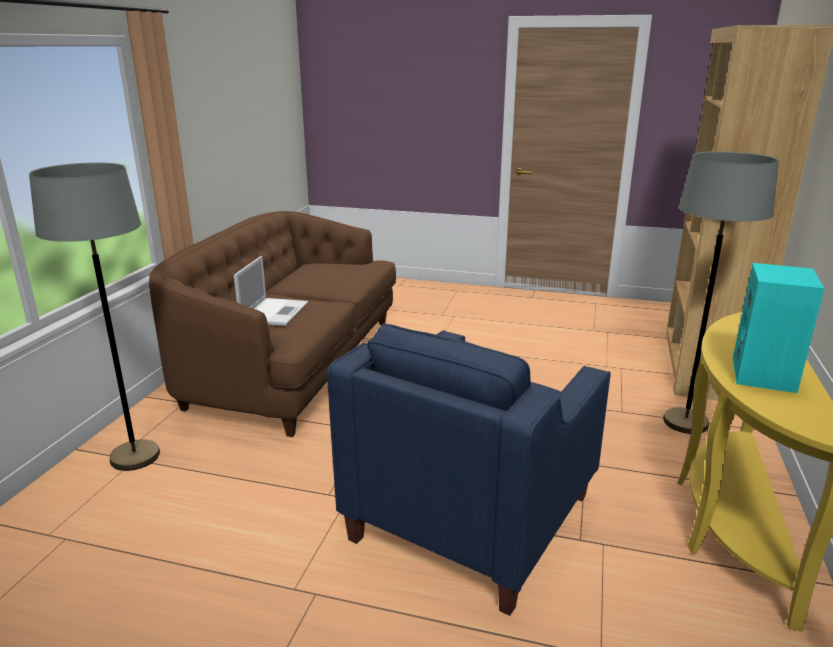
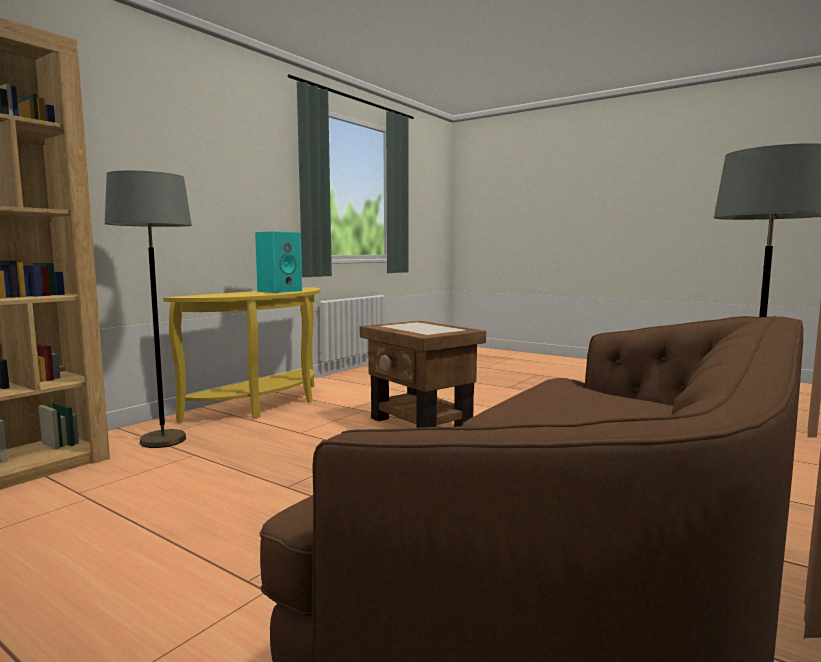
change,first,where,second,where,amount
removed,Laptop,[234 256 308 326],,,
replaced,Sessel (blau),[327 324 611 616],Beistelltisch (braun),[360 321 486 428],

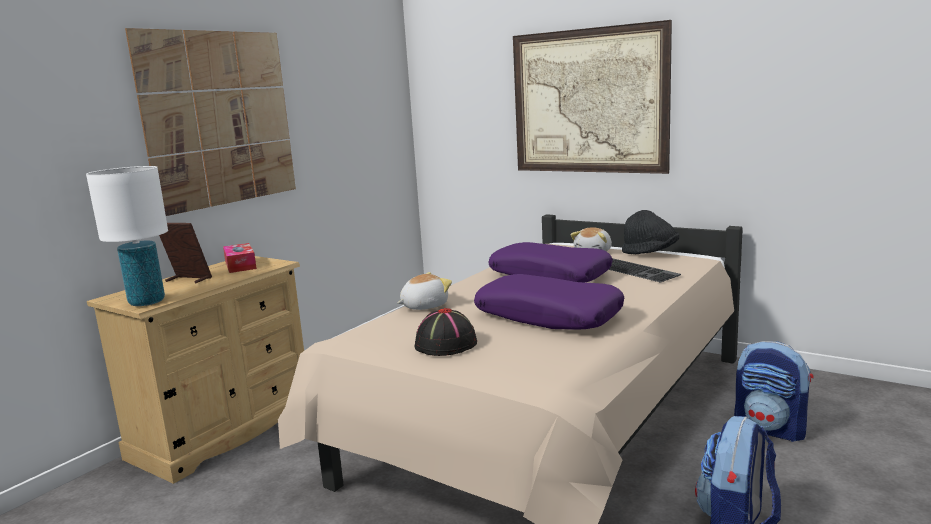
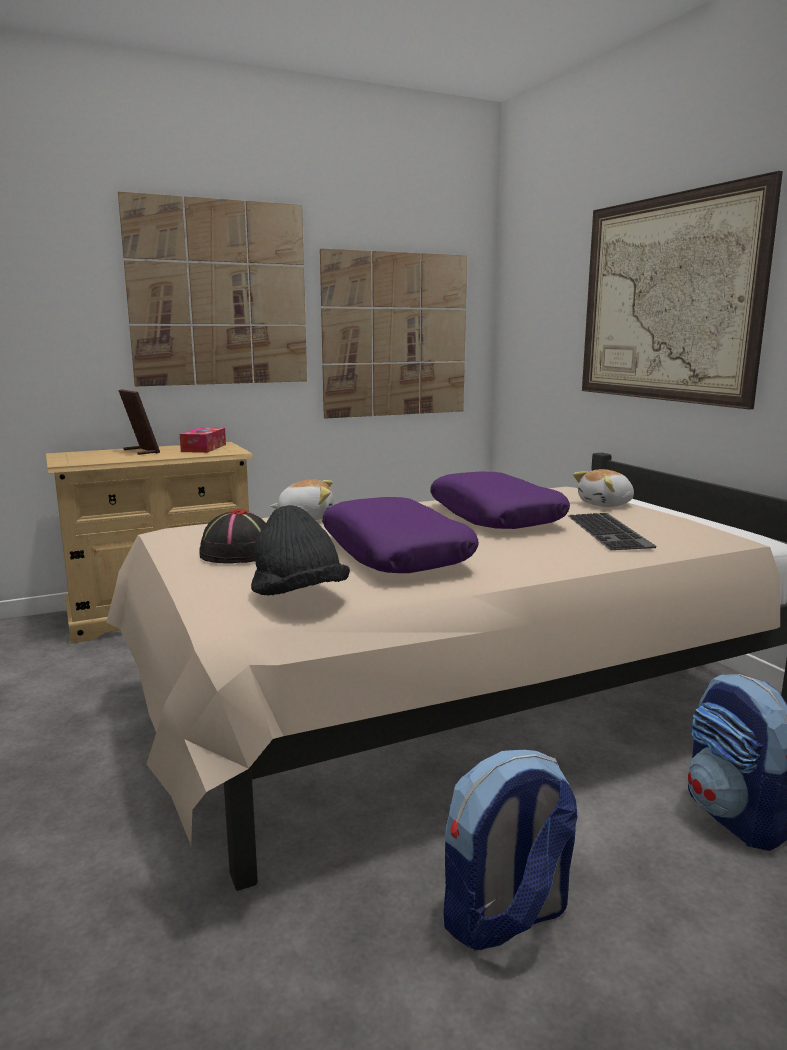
change,first,where,second,where,amount
removed,Tischlampe (weiß),[86 166 168 306],,,
added,,,Bild,[320 249 467 419],
moved,Hut (schwarz),[622 210 679 254],,[251 505 350 596],

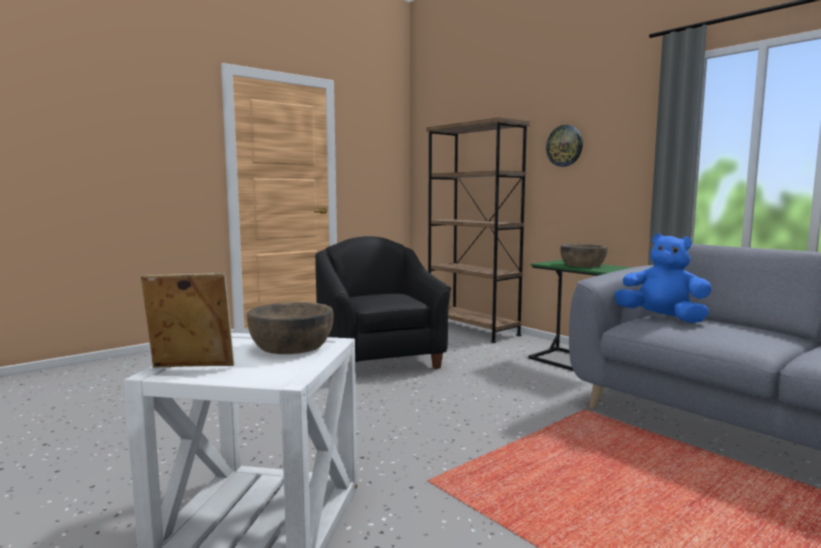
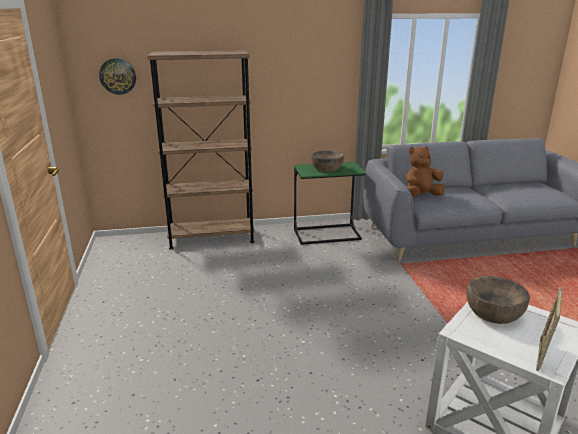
change,first,where,second,where,amount
removed,Sessel (schwarz),[315 236 451 369],,,
moved,Wanduhr,[546 125 583 167],,[99 58 136 95],
recoloured,Plüschtier (blau),[615 233 712 323],Plüschtier (braun),[406 146 444 197],

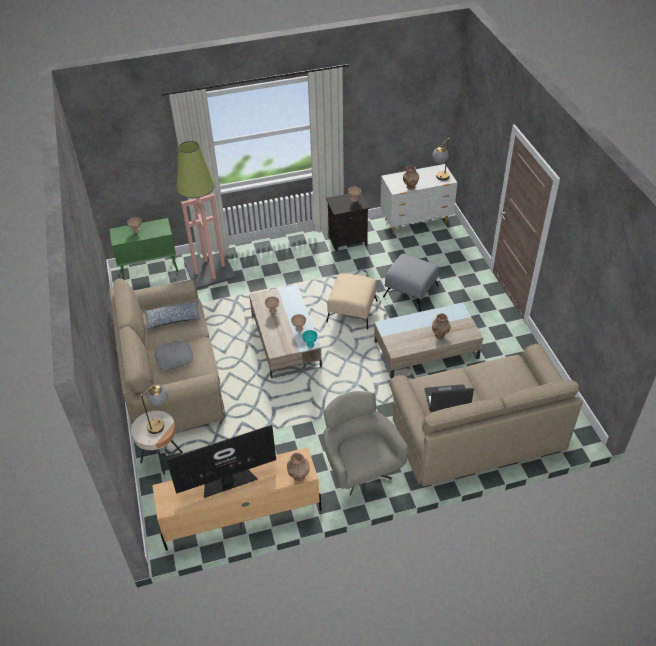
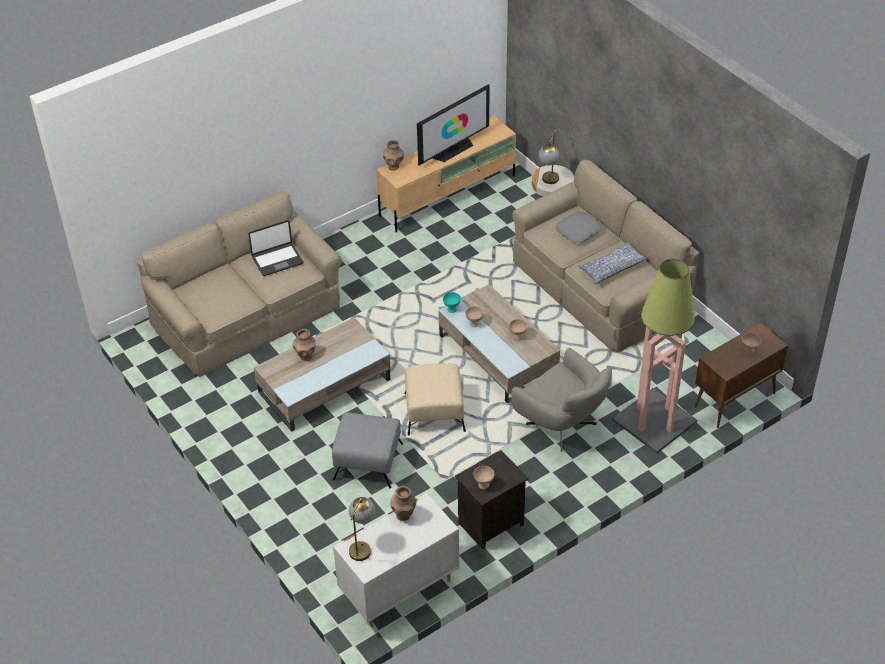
change,first,where,second,where,amount
moved,Sessel (grau),[323 391 409 496],,[511 348 612 452],
recoloured,Schrank (grün),[109 218 179 279],Schrank (braun),[694 323 788 428],

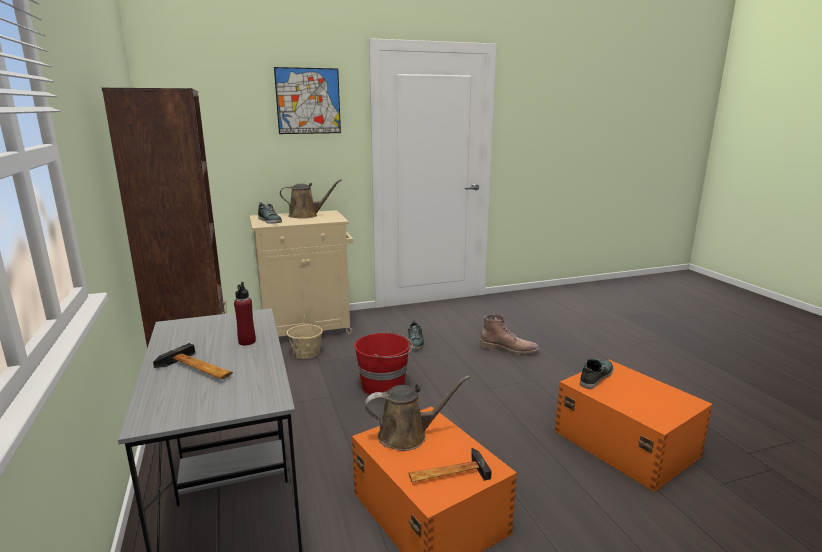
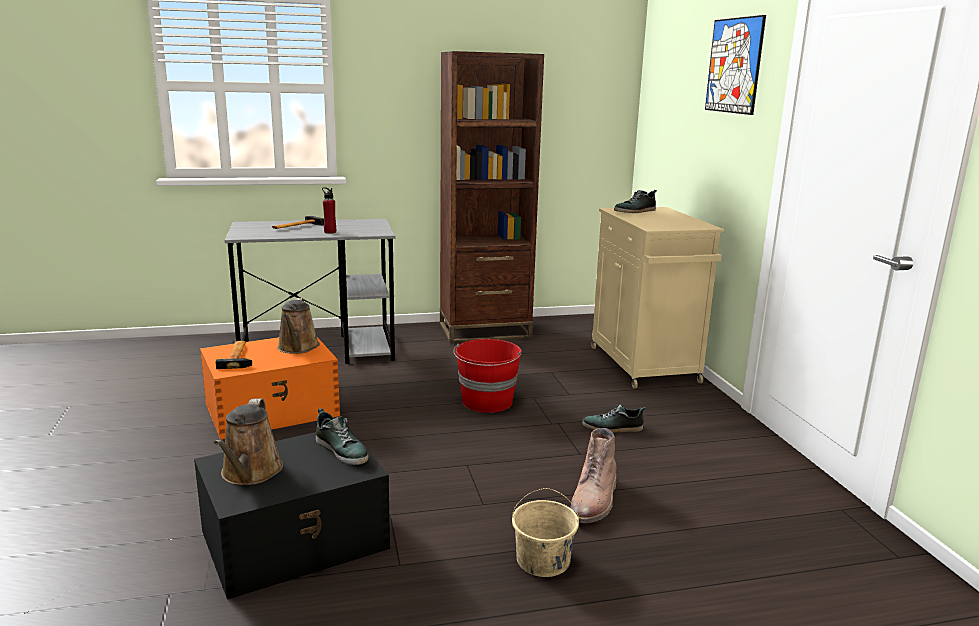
change,first,where,second,where,amount
moved,Gießkanne (braun),[280 179 342 219],,[214 398 283 485],
moved,Eimer (beige),[287 314 323 359],,[512 488 579 577],
recoloured,Aufbewahrungsbox (orange),[555 360 713 492],Aufbewahrungsbox (schwarz),[194 432 390 600],

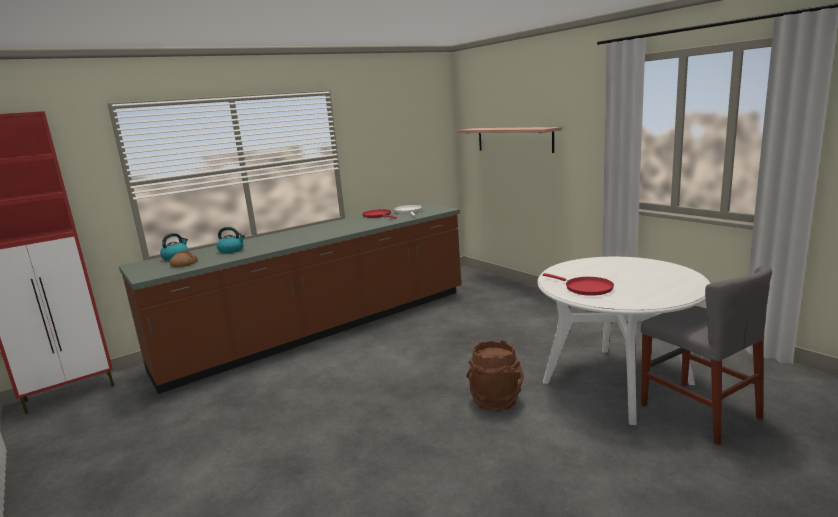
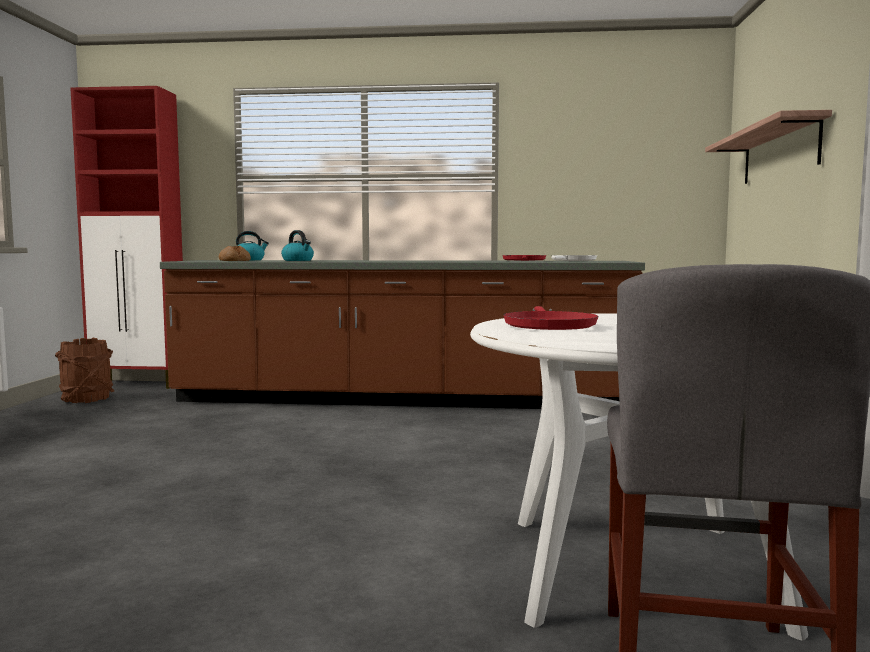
change,first,where,second,where,amount
moved,Eimer (braun),[466 340 524 412],,[55 338 115 403],

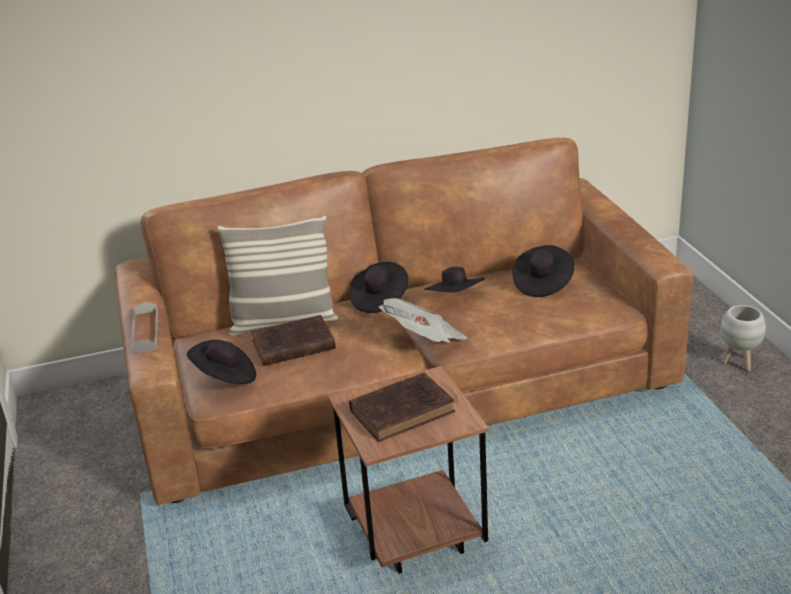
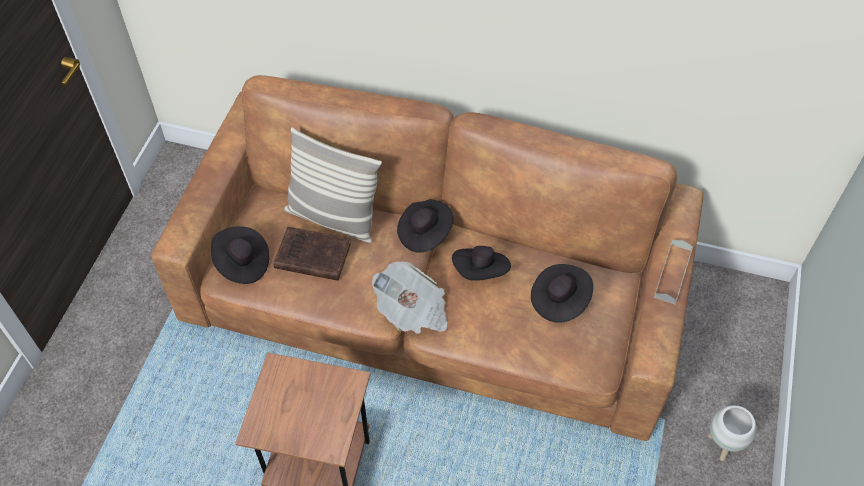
change,first,where,second,where,amount
removed,Buch (braun),[349 372 455 442],,,
moved,Tablett (grau),[130 302 158 353],,[654 240 693 304],

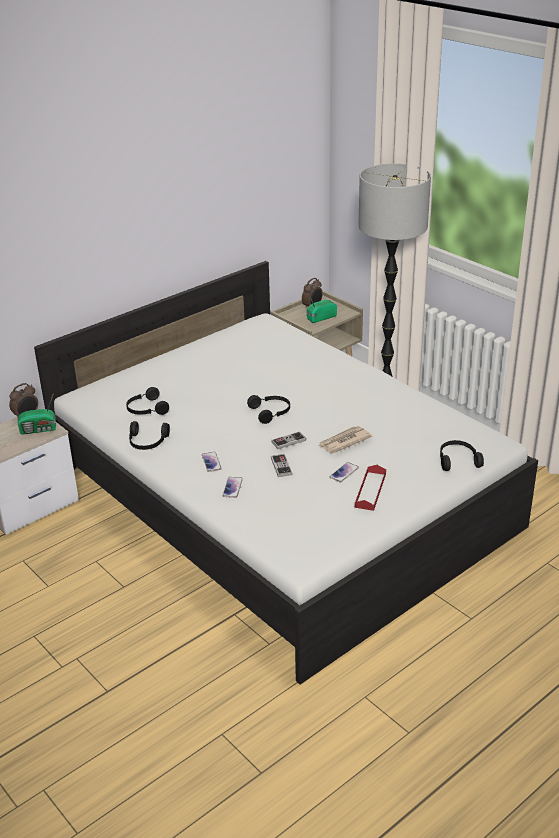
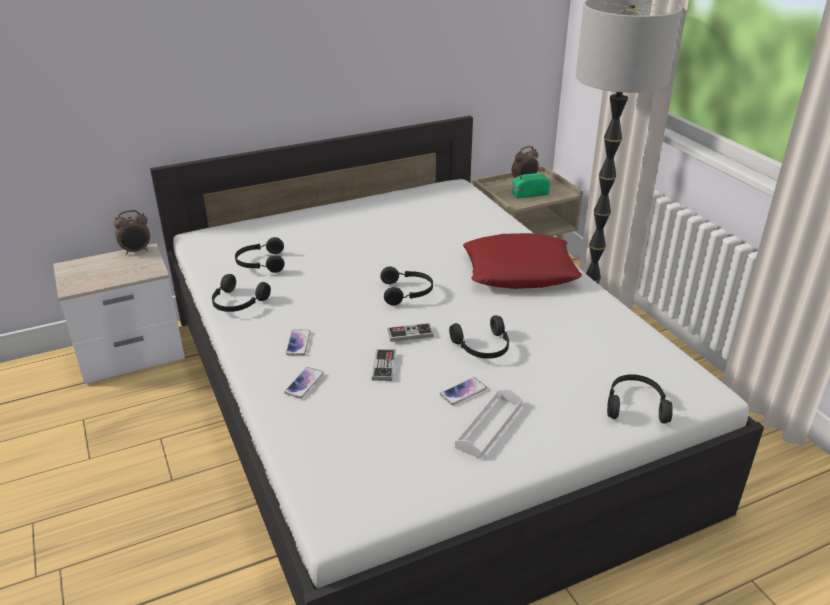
change,first,where,second,where,amount
removed,Radio,[18 393 56 435],,,
added,,,Kissen (rot),[463 233 582 289],
replaced,Zeitung,[318 426 373 453],Kopfhörer (schwarz),[449 315 509 359],
recoloured,Tablett (rot),[355 465 386 511],Tablett (weiß),[455 390 522 459],

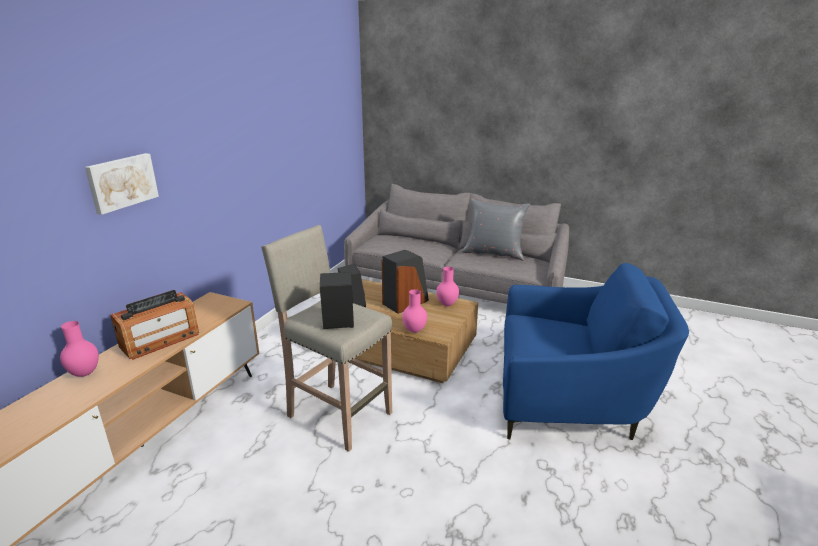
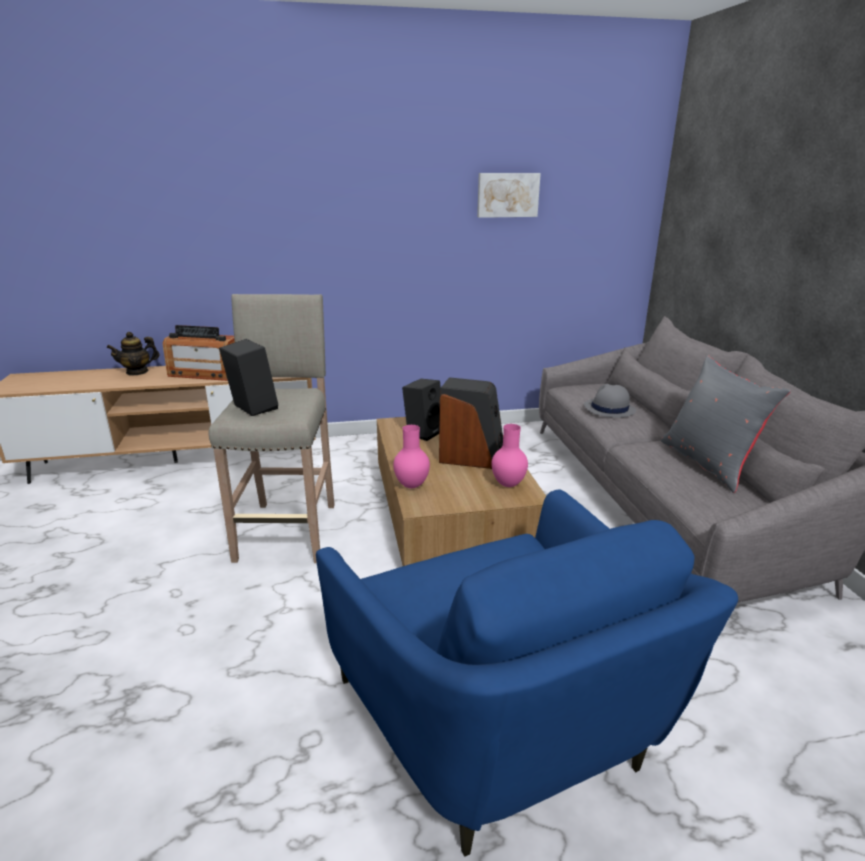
change,first,where,second,where,amount
added,,,Hut (grau),[584 384 636 418],
moved,Bild,[85 153 159 215],,[477 173 541 218],
replaced,Vase (rosa),[60 321 99 377],Teekanne,[107 332 160 376],

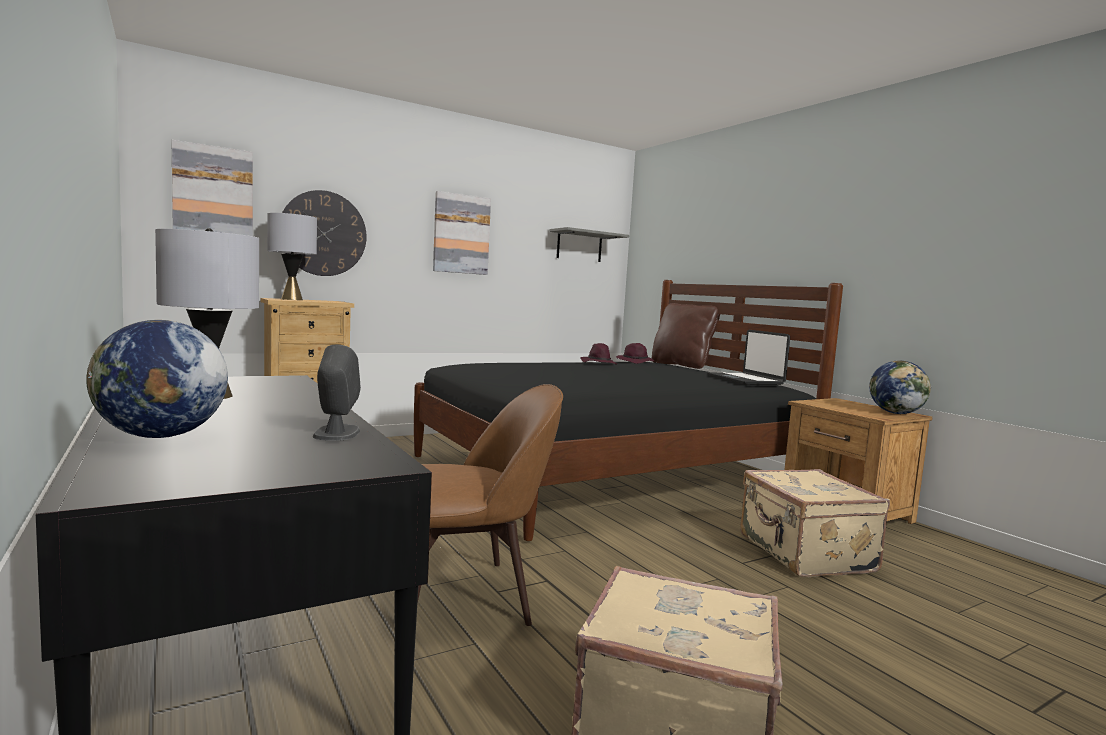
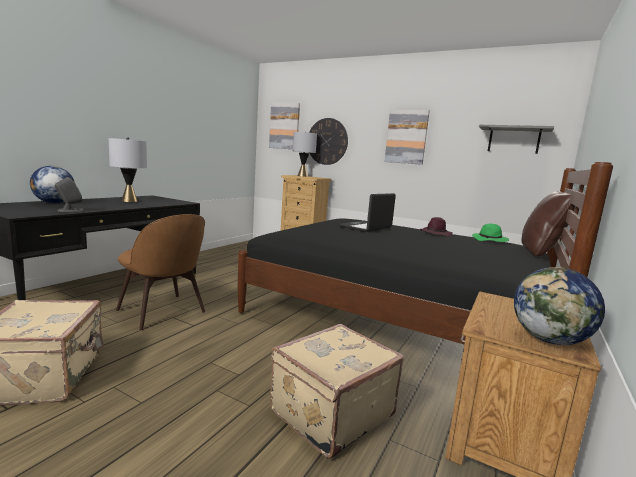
change,first,where,second,where,amount
moved,Laptop,[707 330 790 385],,[339 193 396 232],
recoloured,Hut (lila),[616 343 655 364],Hut (grün),[472 223 509 242],

